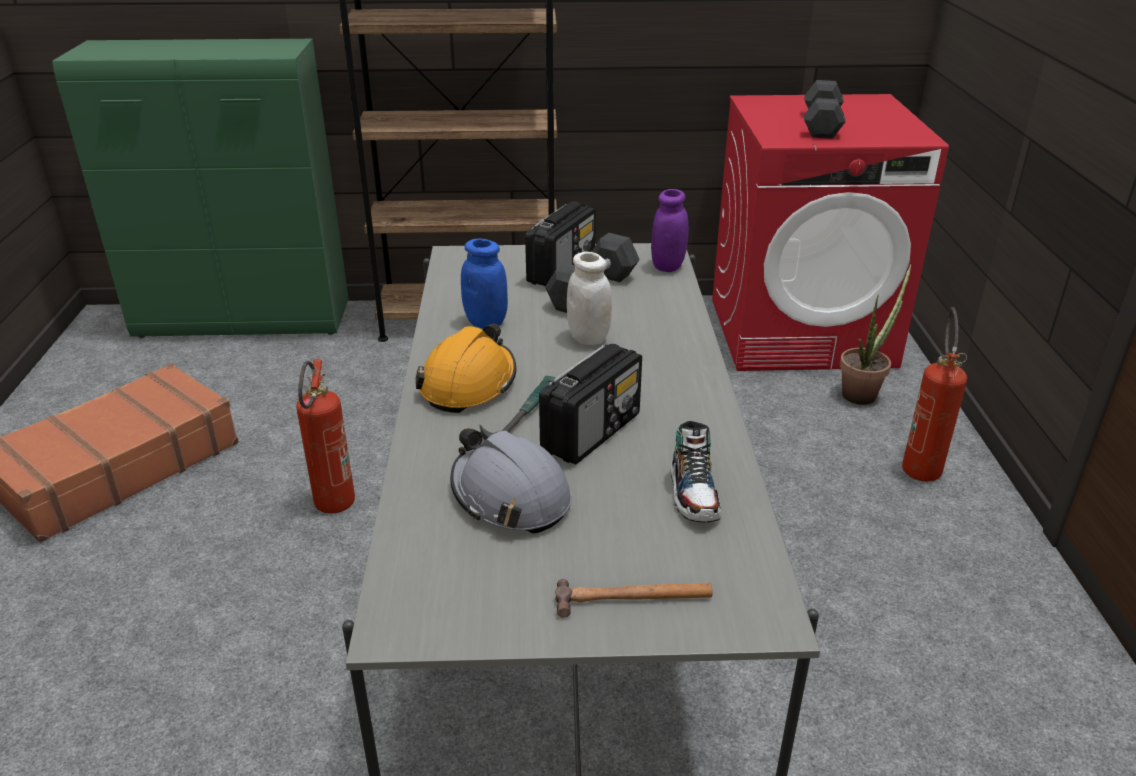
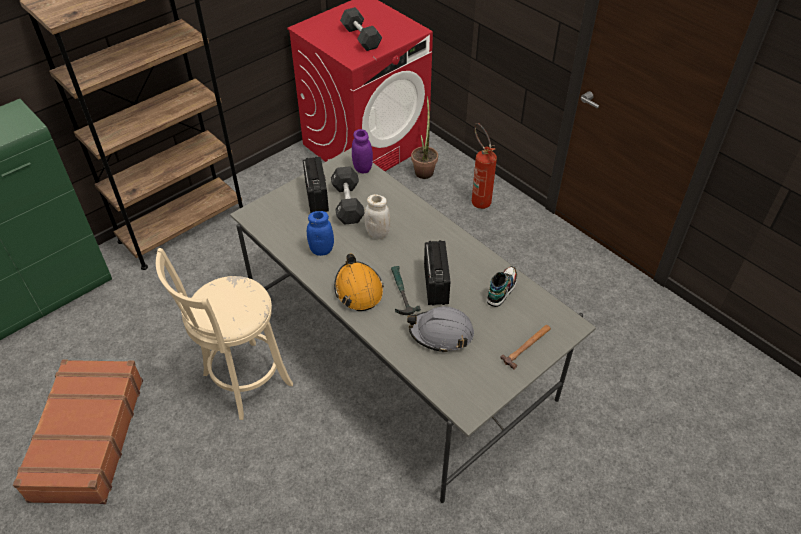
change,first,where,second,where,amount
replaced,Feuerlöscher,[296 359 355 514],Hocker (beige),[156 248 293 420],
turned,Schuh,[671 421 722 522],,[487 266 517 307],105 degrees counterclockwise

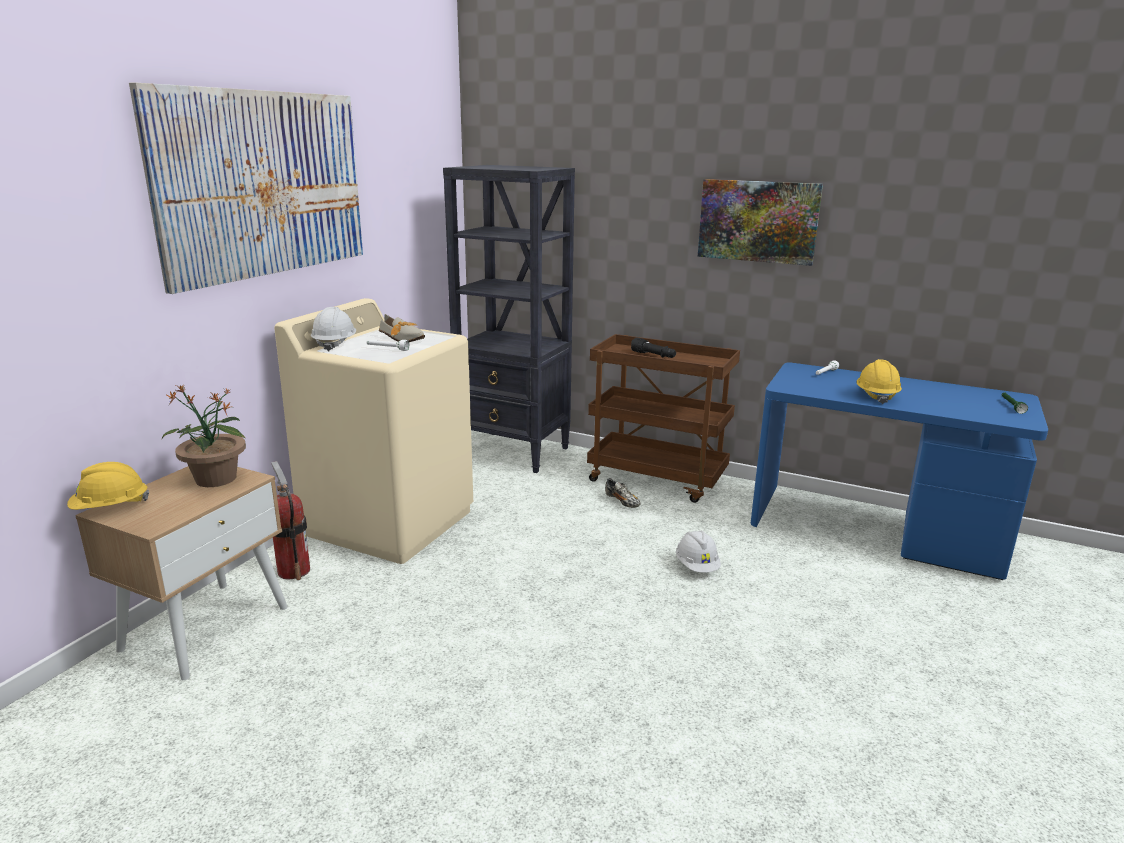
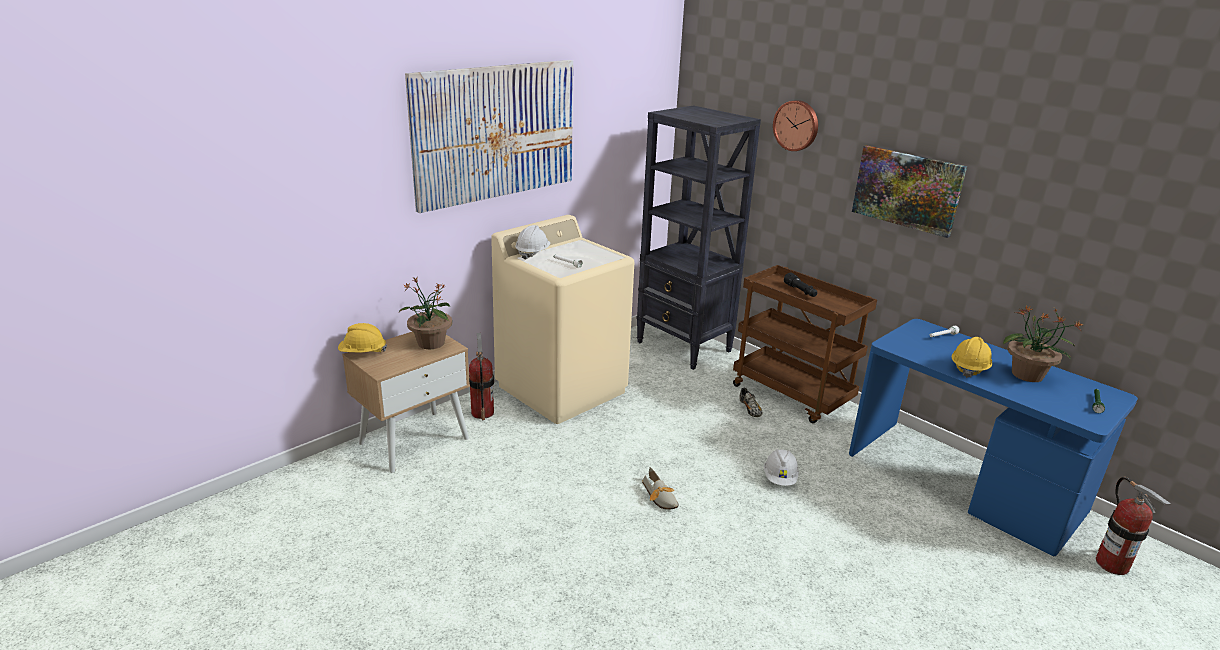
change,first,where,second,where,amount
added,,,Wanduhr,[773 100 818 151],
added,,,Topfpflanze,[1003 305 1083 382],
added,,,Feuerlöscher,[1096 477 1171 575],
moved,Schuh,[379 314 425 342],,[642 467 679 510],

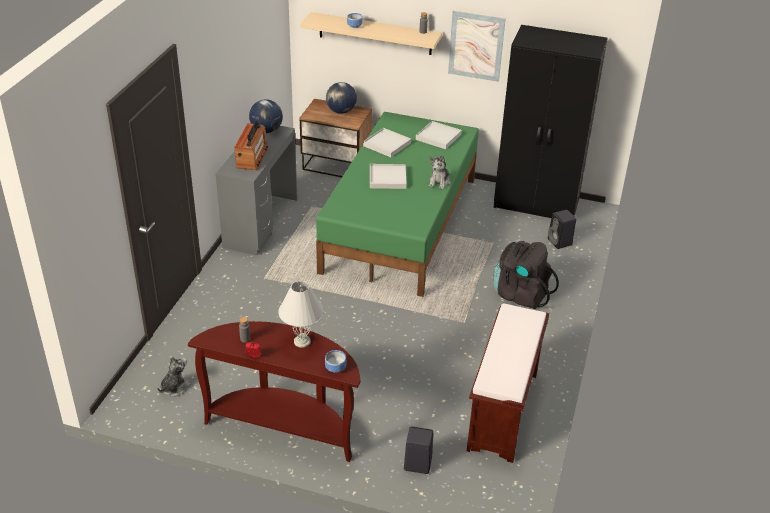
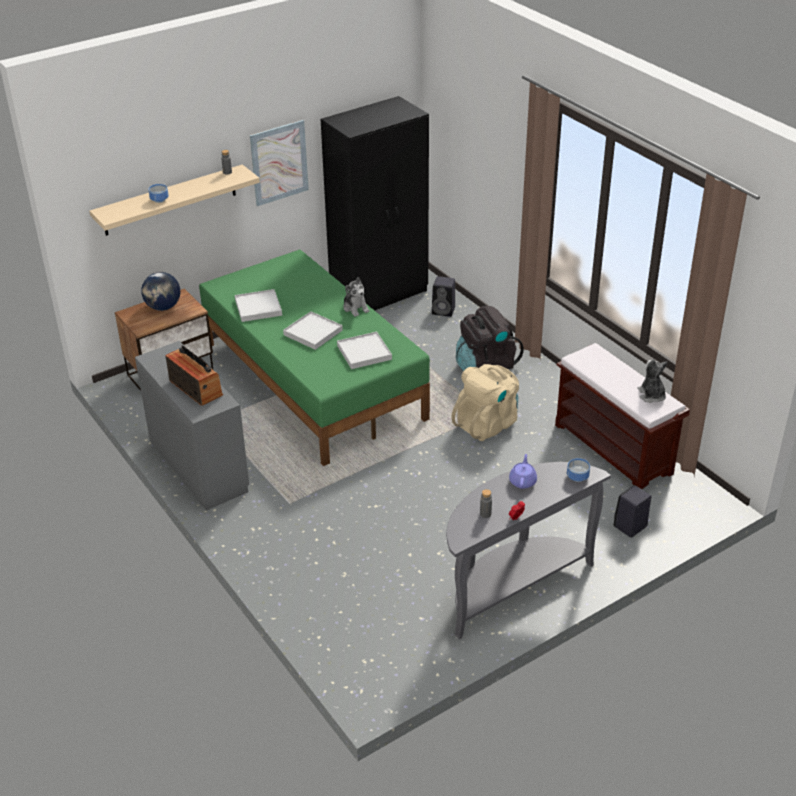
change,first,where,second,where,amount
removed,Globus,[249 99 283 133],,,
added,,,Rucksack (beige),[451 364 519 441],
moved,Plüschtier,[157 356 191 396],,[637 359 667 403],
moved,Tablett (weiß),[416 121 462 149],,[337 332 392 369],
replaced,Tischlampe (weiß),[278 281 324 348],Teekanne (lila),[509 454 537 489],
recoloured,Konsolentisch (braun),[188 321 361 462],Konsolentisch (grau),[446 462 611 639],

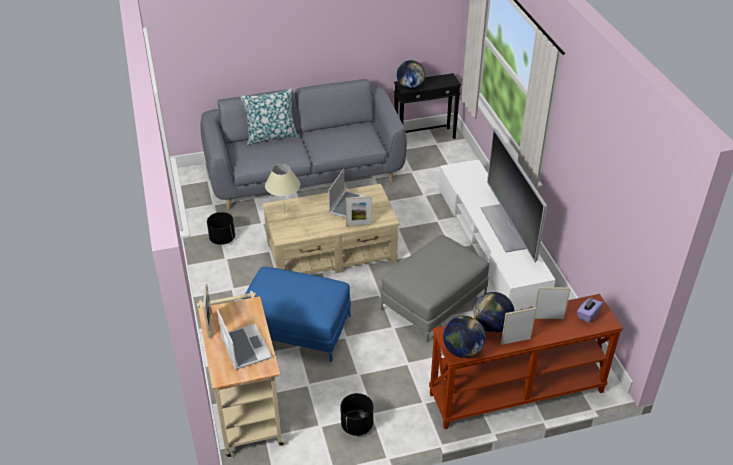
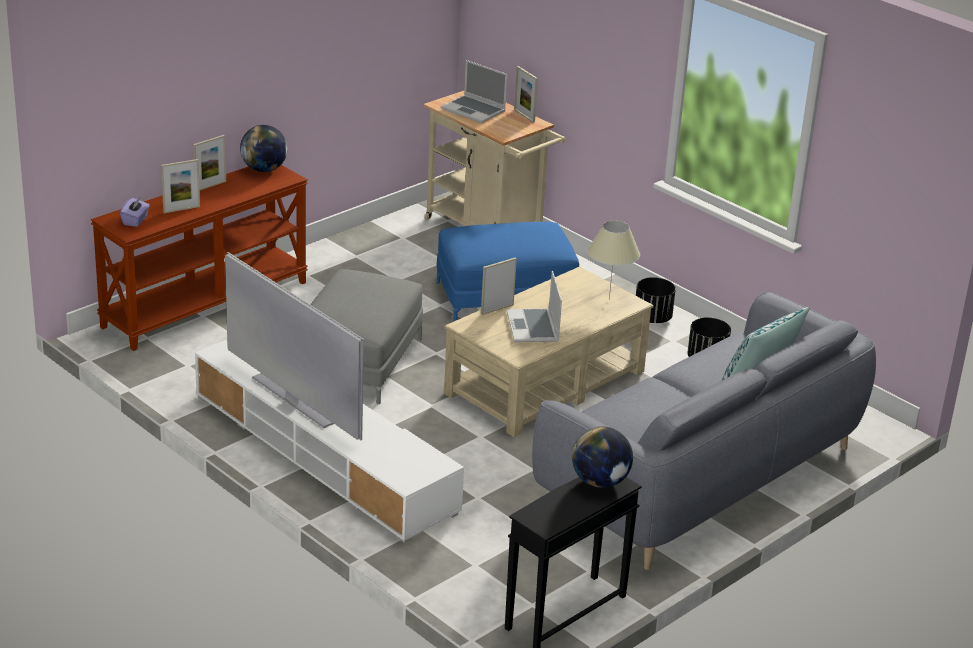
change,first,where,second,where,amount
removed,Globus,[473 292 514 333],,,
moved,Pflanzkübel (schwarz),[340 393 373 436],,[636 277 676 323],

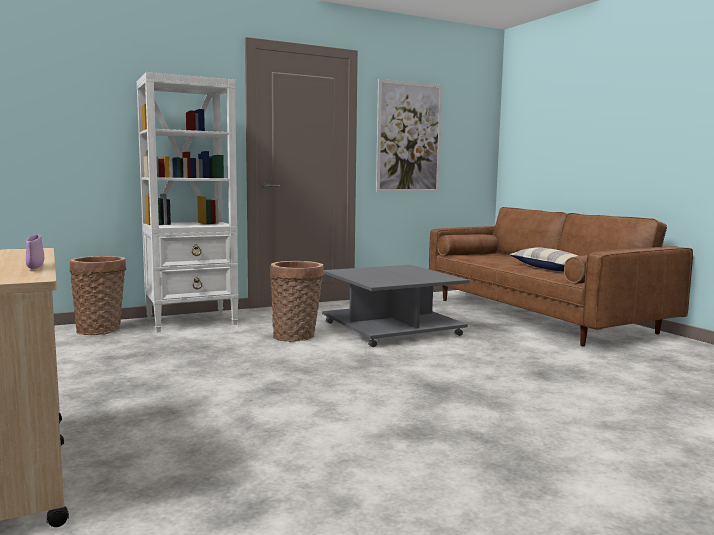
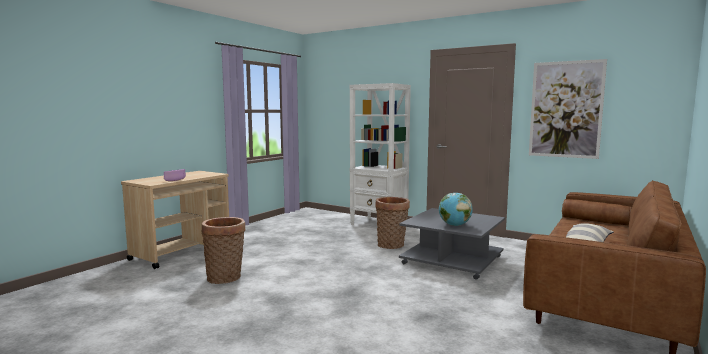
change,first,where,second,where,amount
added,,,Globus,[439 193 472 226],
moved,Korb,[69 256 126 335],,[202 217 246 284],

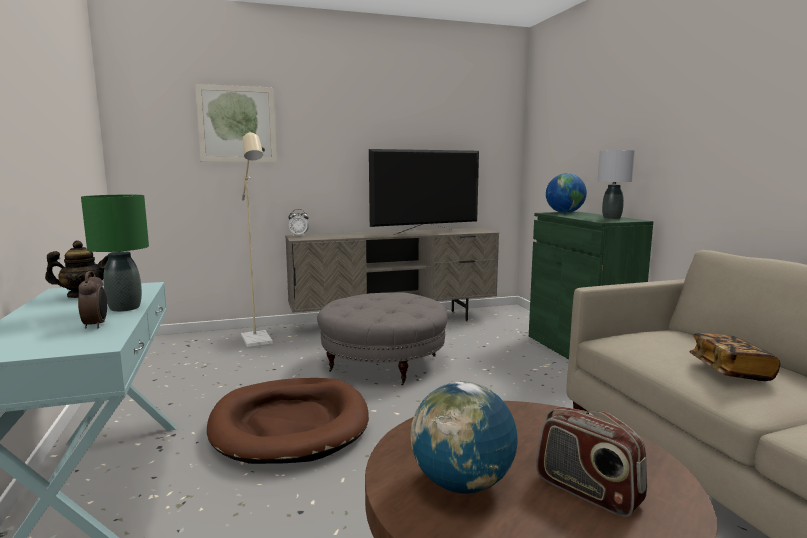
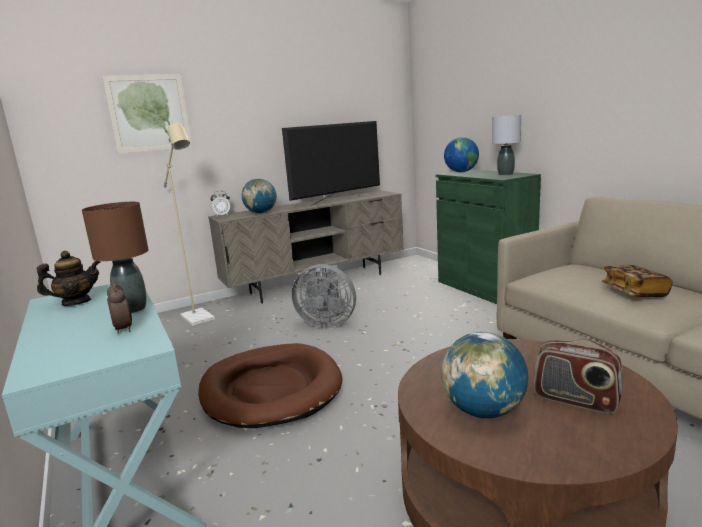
change,first,where,second,where,amount
added,,,Globus,[242 179 277 214],
replaced,Polsterhocker (grau),[317 293 447 385],Ventilator (grau),[291 264 356 328],
recoloured,Tischlampe (grün),[81 195 149 312],Tischlampe (braun),[82 202 148 313],

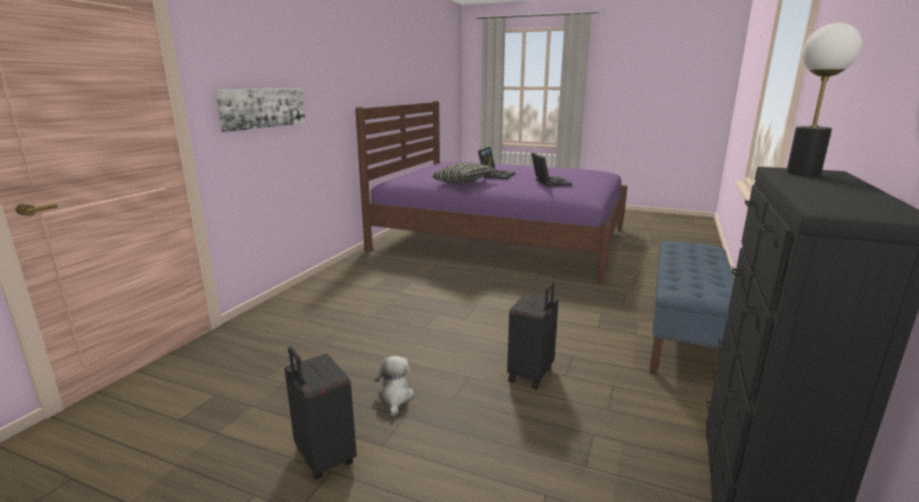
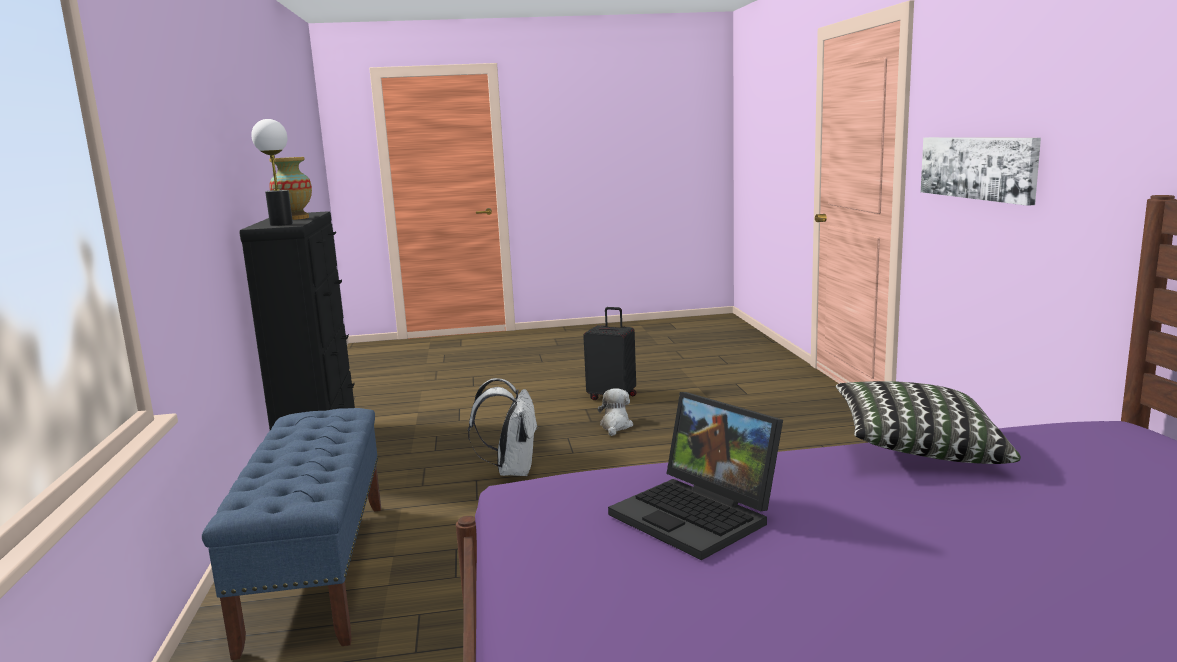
change,first,where,second,where,amount
removed,Laptop,[478 147 515 179],,,
added,,,Vase,[269 157 312 220],
replaced,Koffer (schwarz),[507 283 559 389],Rucksack (weiß),[468 378 538 476],
turned,Plüschtier,[375 356 414 416],,[598 388 633 436],135 degrees counterclockwise

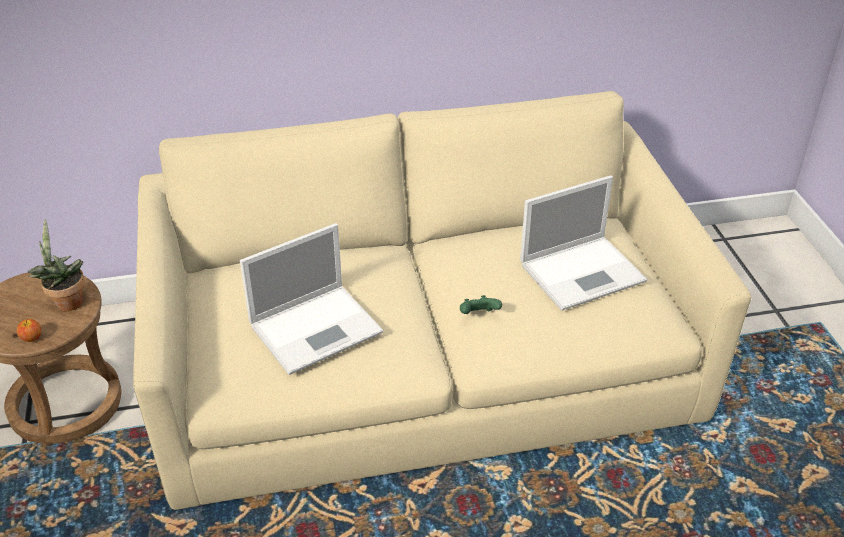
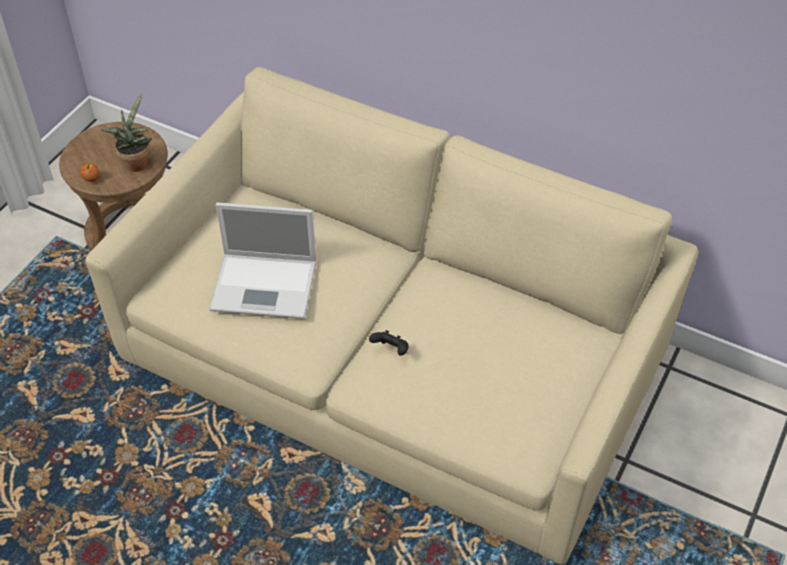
change,first,where,second,where,amount
removed,Laptop,[520 175 647 311],,,
recoloured,Gamepad (grün),[460 295 502 314],Gamepad (schwarz),[369 330 409 356],

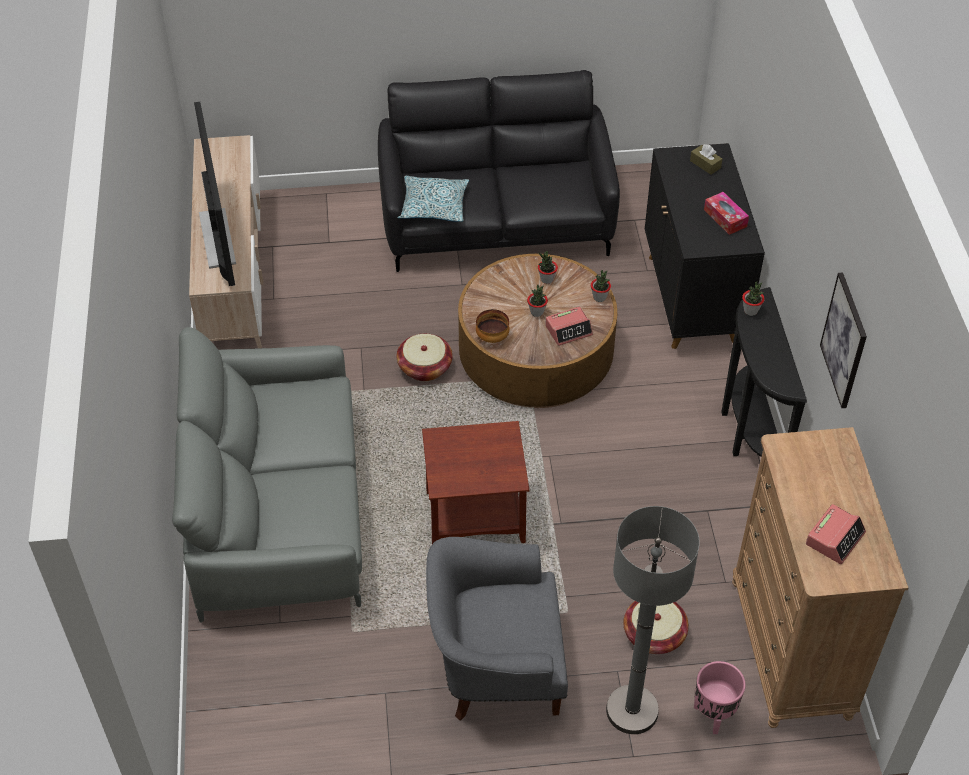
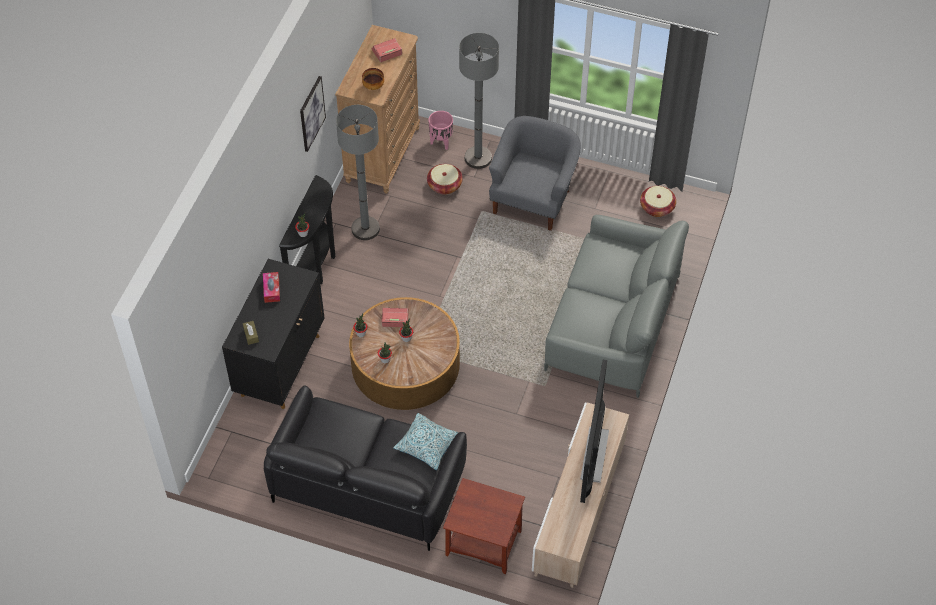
change,first,where,second,where,amount
added,,,Stehlampe (grau),[336 105 380 240],
moved,Korb,[397 333 453 381],,[640 186 676 217],
moved,Beistelltisch (braun),[422 421 530 544],,[443 478 525 574],
moved,Schüssel,[476 309 510 343],,[362 68 384 90],
turned,Sessel (grau),[426 537 568 721],,[489 116 581 231],90 degrees counterclockwise

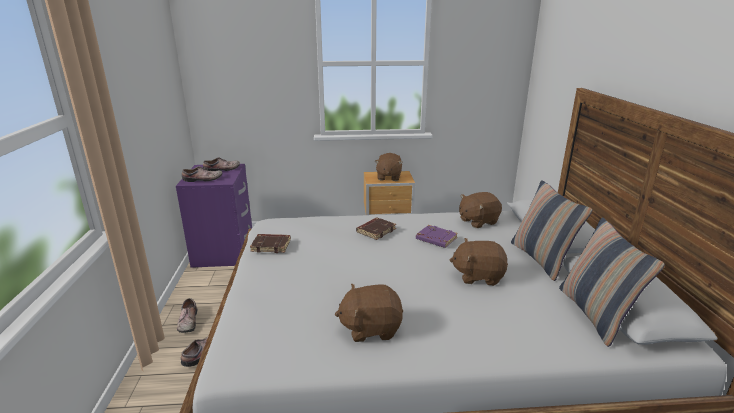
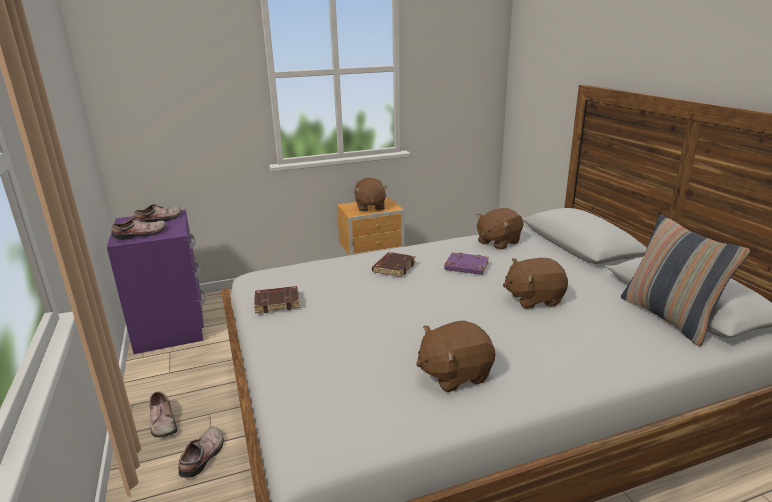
change,first,where,second,where,amount
removed,Kissen,[511 180 593 281],,,

